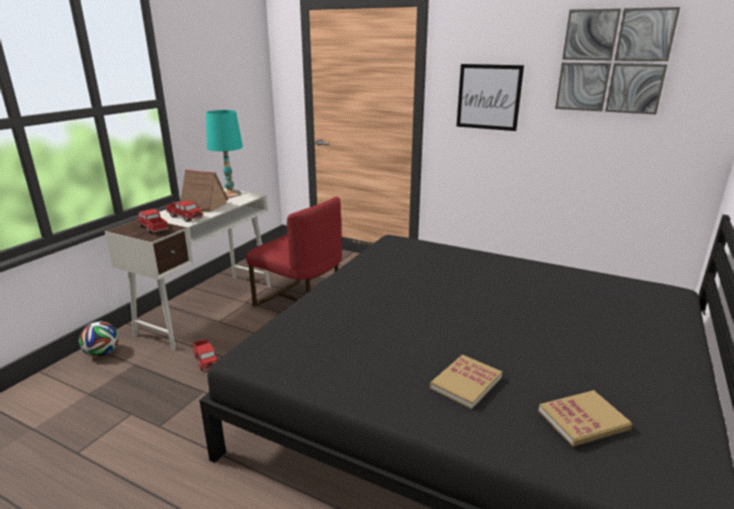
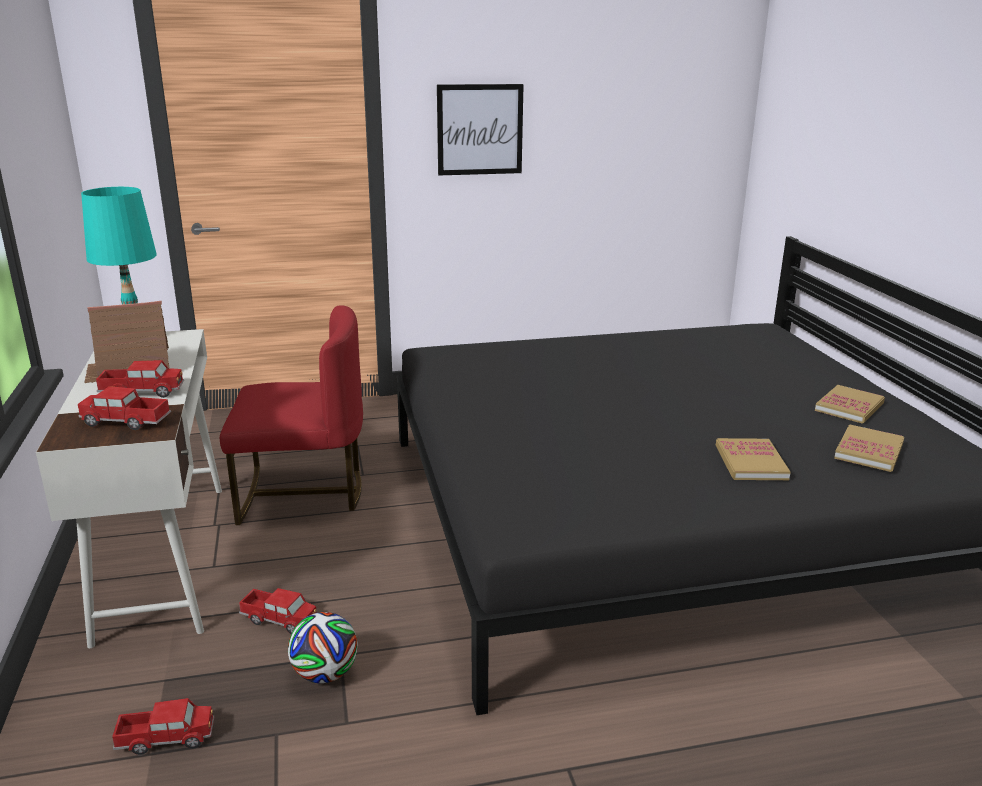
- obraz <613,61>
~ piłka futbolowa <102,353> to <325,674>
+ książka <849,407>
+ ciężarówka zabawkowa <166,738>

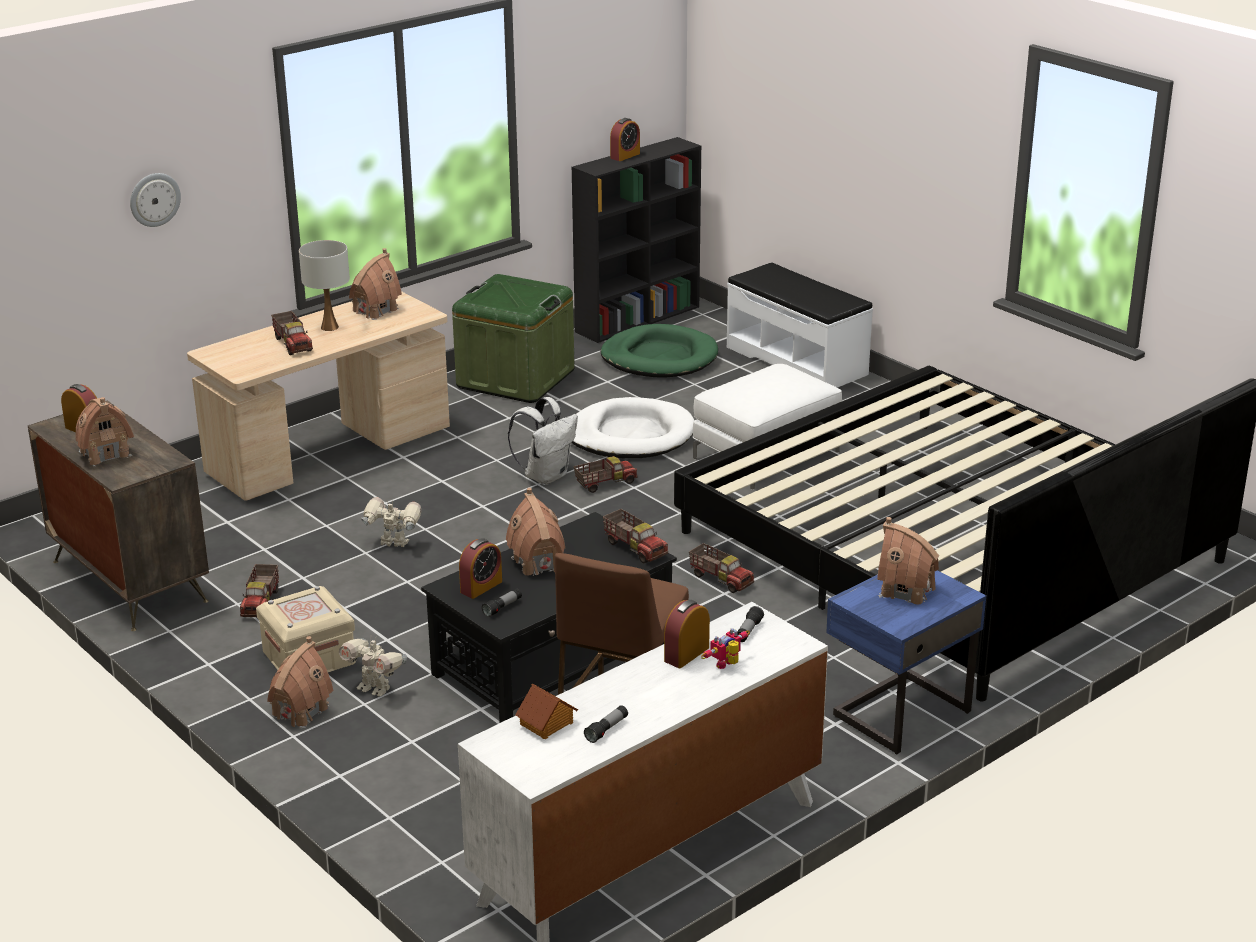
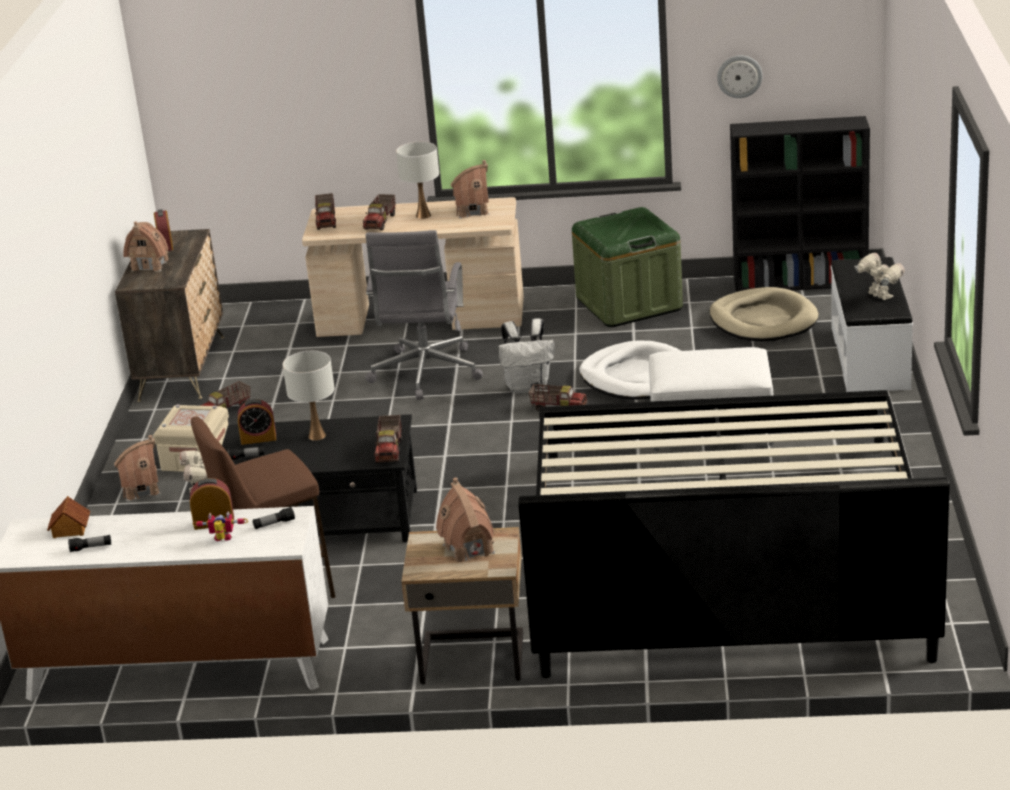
- budzik <625,156>
~ zegar ścienny <154,199> to <739,76>
~ legowisko [zielony] <659,357> to legowisko [beżowy] <763,320>
~ domek <538,563> to lampa stołowa [biały] <316,436>
~ robot zabawkowy <394,544> to <879,296>
~ ciężarówka zabawkowa <721,579> to <327,221>
~ szafka nocna [niebieski] <898,713> to szafka nocna [beżowy] <472,657>
+ krzesło biurowe [szary] <425,374>

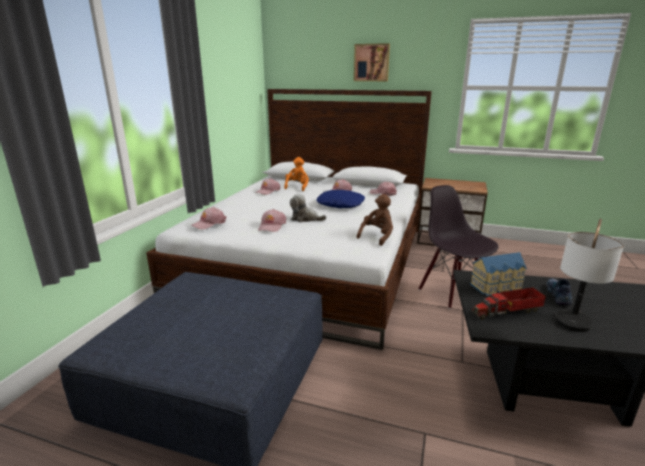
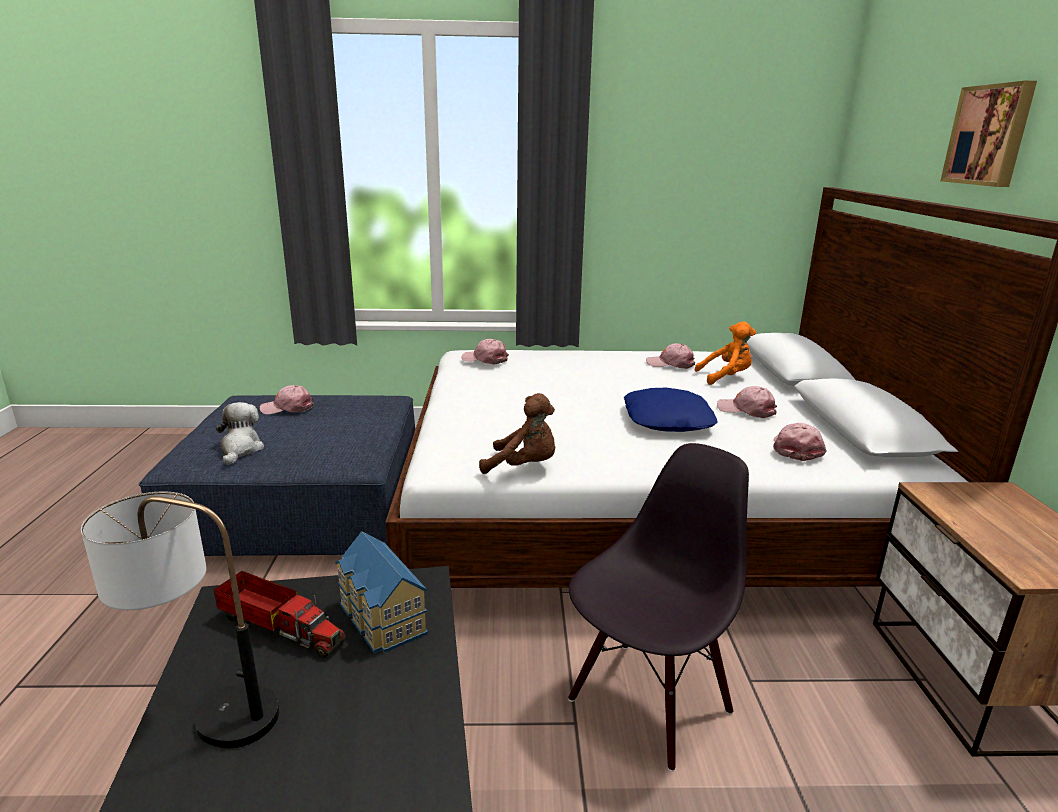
~ pluszak <305,219> to <240,450>
~ czapka z daszkiem [różowy] <272,226> to <287,408>
- but <558,295>
~ ciężarówka zabawkowa <507,311> = <280,627> 150 degrees clockwise

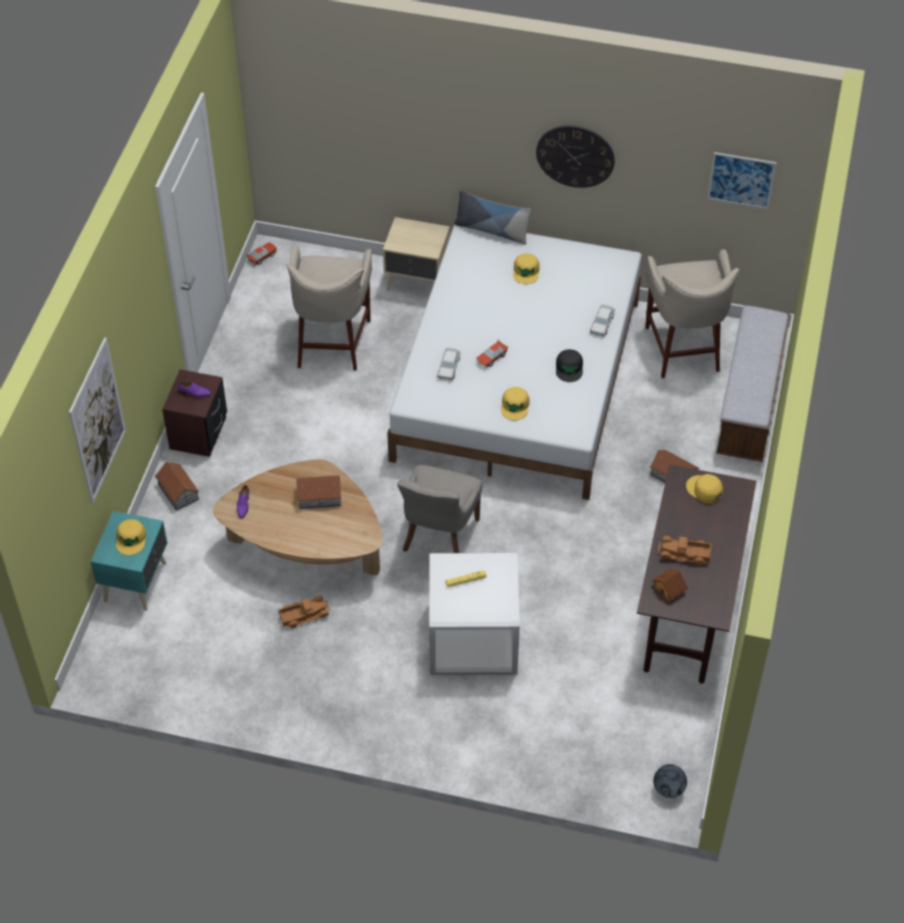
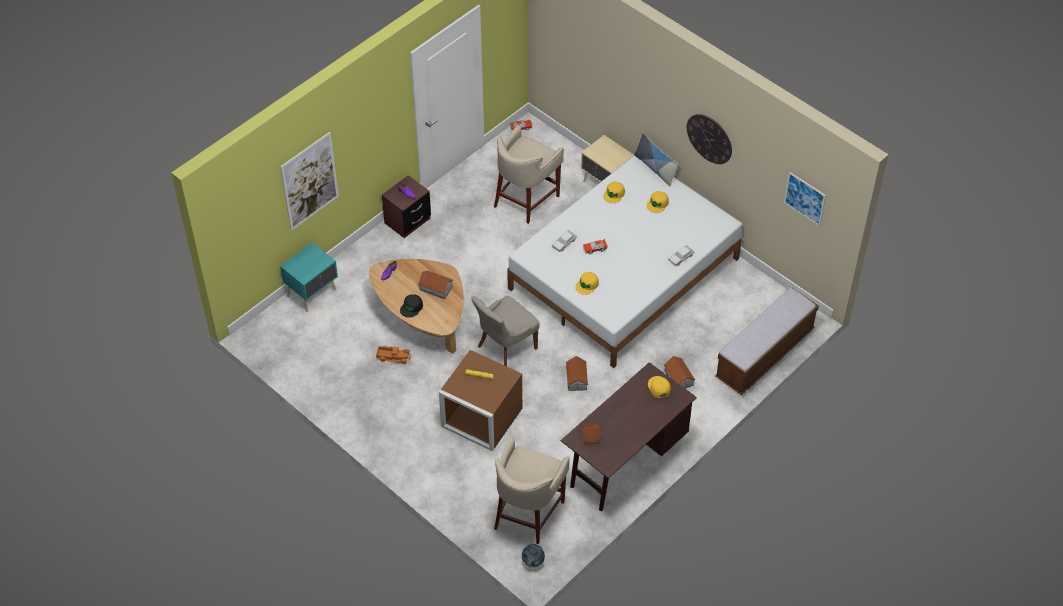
~ stołek [beżowy] <684,347> to <528,513>
~ czapka z daszkiem [czarny] <569,368> to <411,307>
~ domek <178,492> to <576,379>
~ czapka z daszkiem [żółty] <131,539> to <614,194>
- ciężarówka zabawkowa <684,554>
~ pojemnik do przechowywania [biały] <471,639> to pojemnik do przechowywania [brązowy] <480,417>

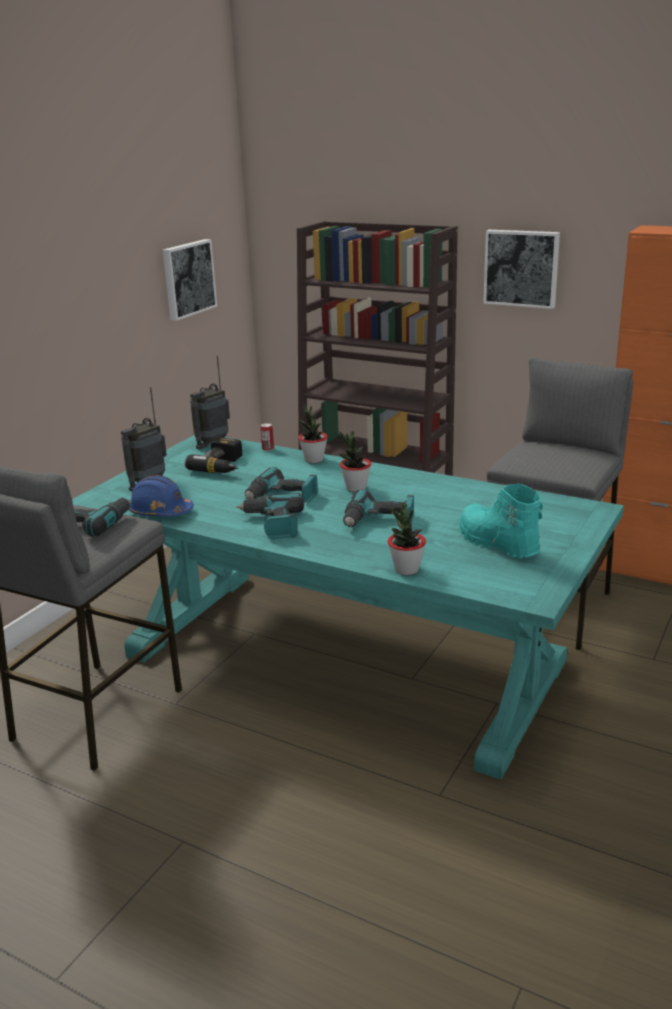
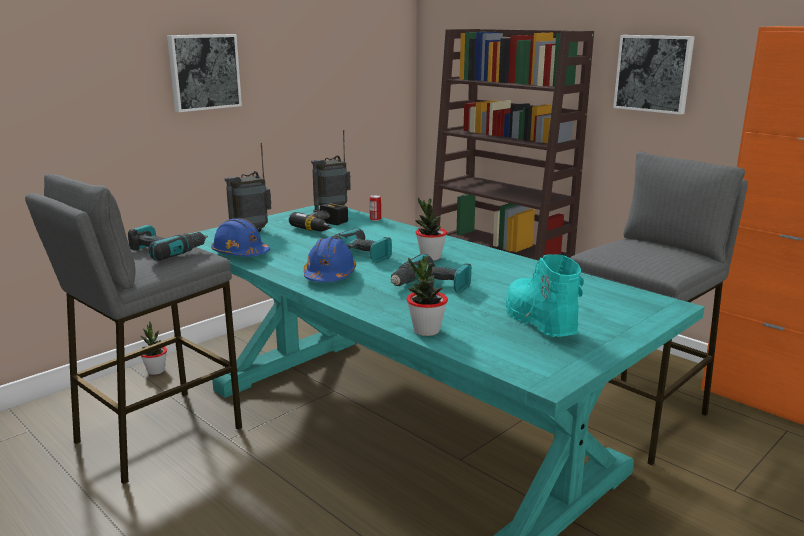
~ obraz <187,279> to <203,72>
~ roślina doniczkowa <313,460> to <156,371>
~ wiertarka <273,524> to kask [niebieski] <329,276>

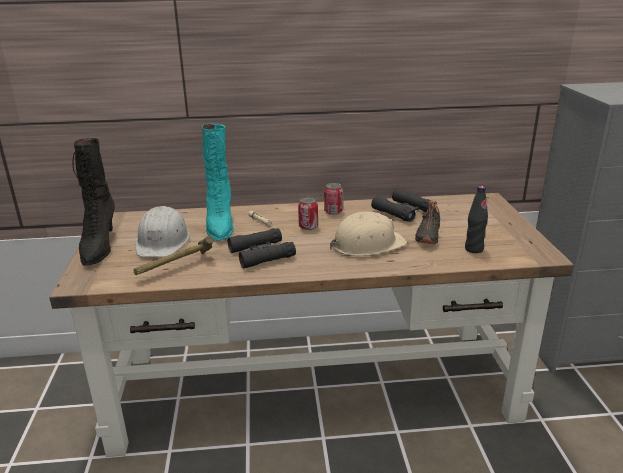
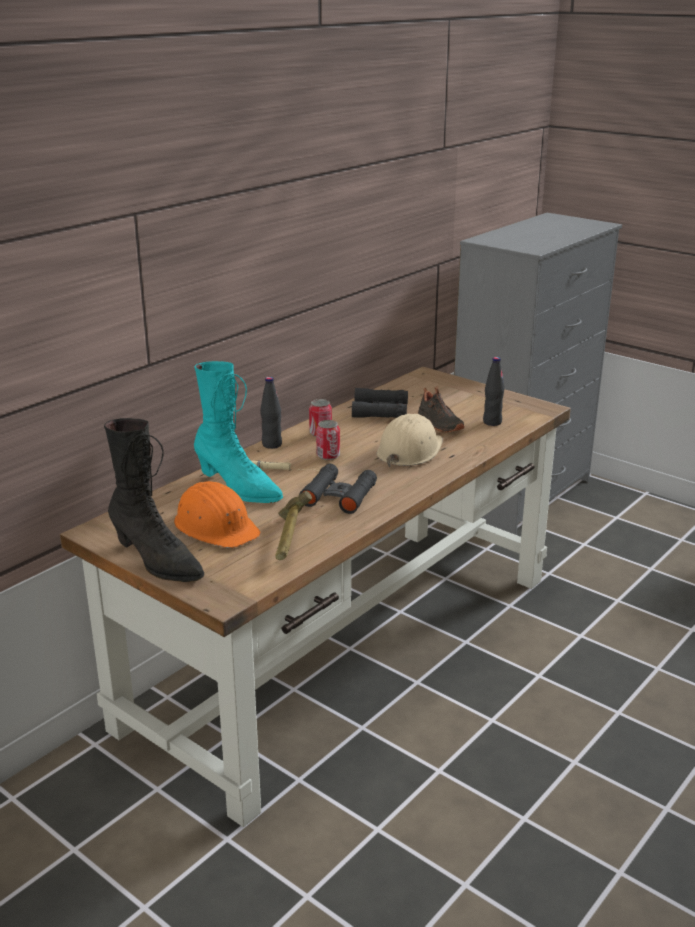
~ kask [biały] <163,241> to kask [pomarańczowy] <216,526>
+ butelka [czarny] <272,444>

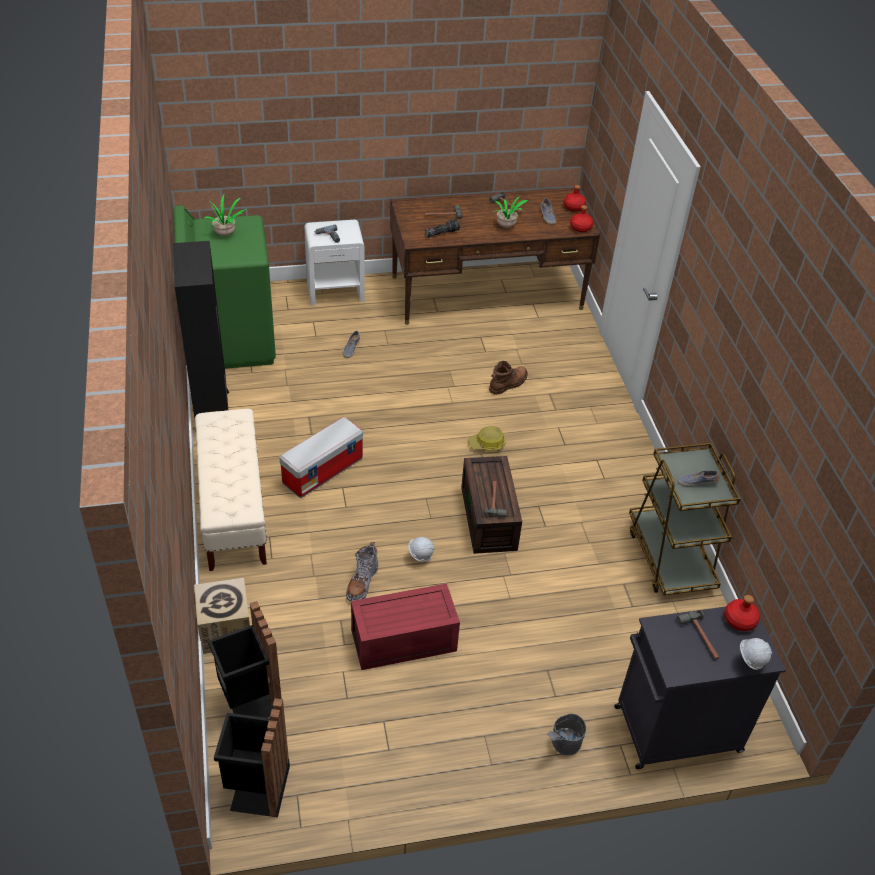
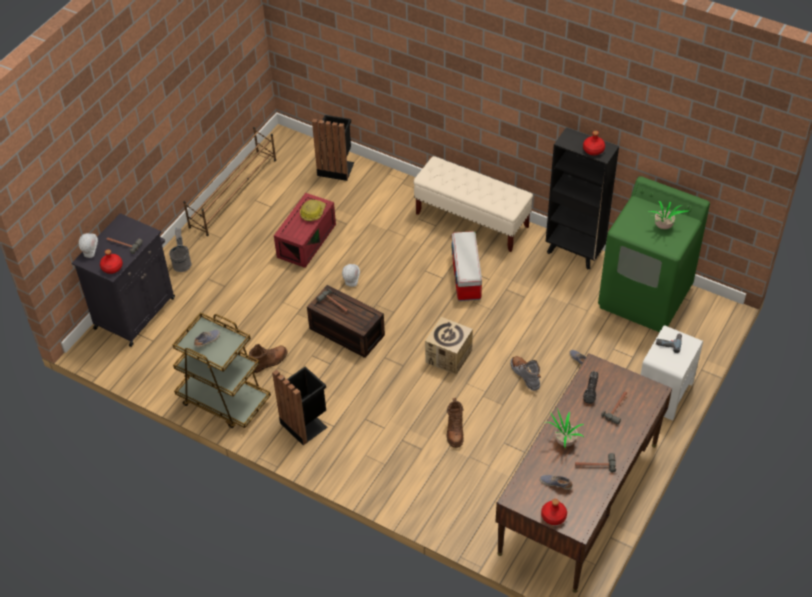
~ butelka [czerwony] <580,228> to <593,149>
~ kask <487,444> to <312,213>
~ but z cholewką [szary] <362,582> to <525,375>
~ karton <225,629> to <448,356>
~ kosz na śmieci [czarny] <256,788> to <305,423>
+ regał na buty [brązowy] <234,193>
+ but z cholewką [brązowy] <268,362>

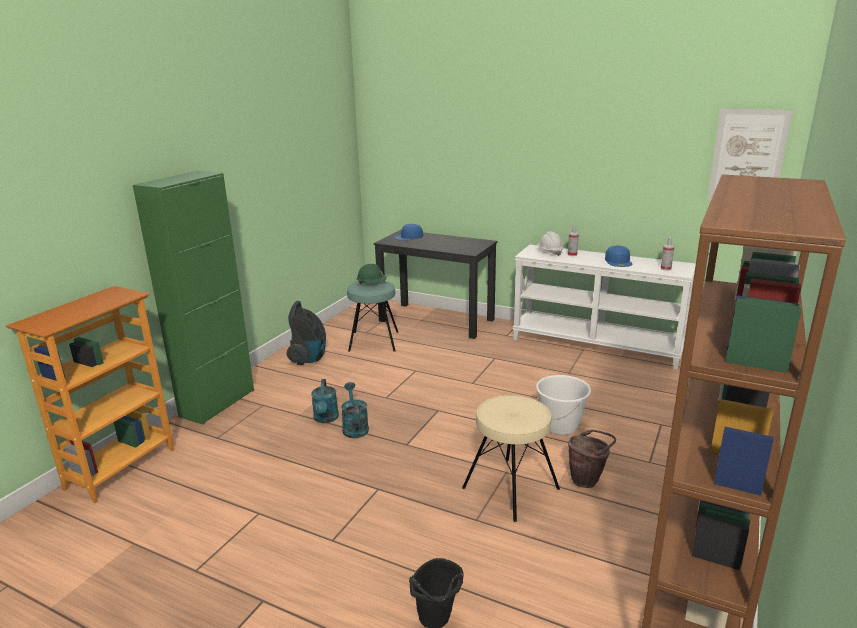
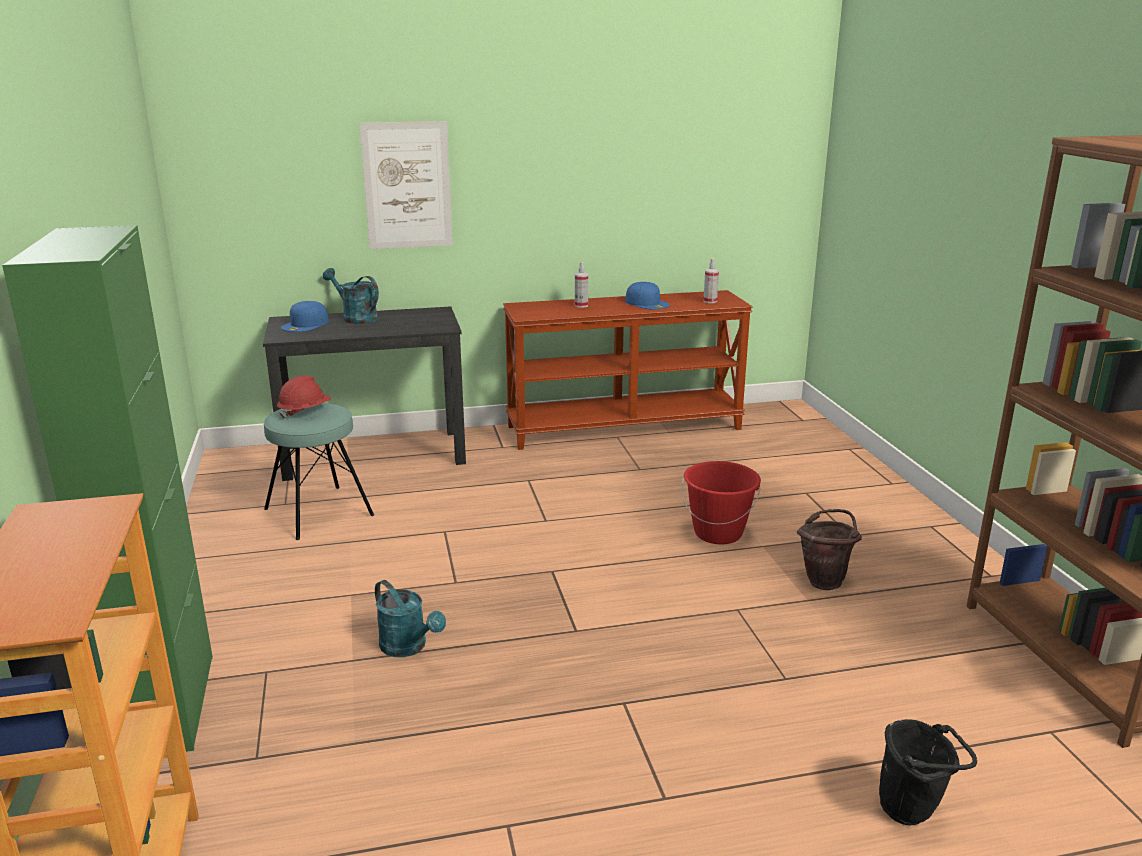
~ obraz <747,156> to <407,185>
- kask [biały] <549,252>
~ stolik konsolowy [biały] <596,345> to stolik konsolowy [brązowy] <624,427>
~ kask [zielony] <372,284> to kask [czerwony] <304,411>
- odkurzacz <309,358>
~ wiadro [biały] <560,426> to wiadro [czerwony] <718,533>
~ konewka [turkusowy] <354,427> to <355,318>
- stołek [beżowy] <510,488>

